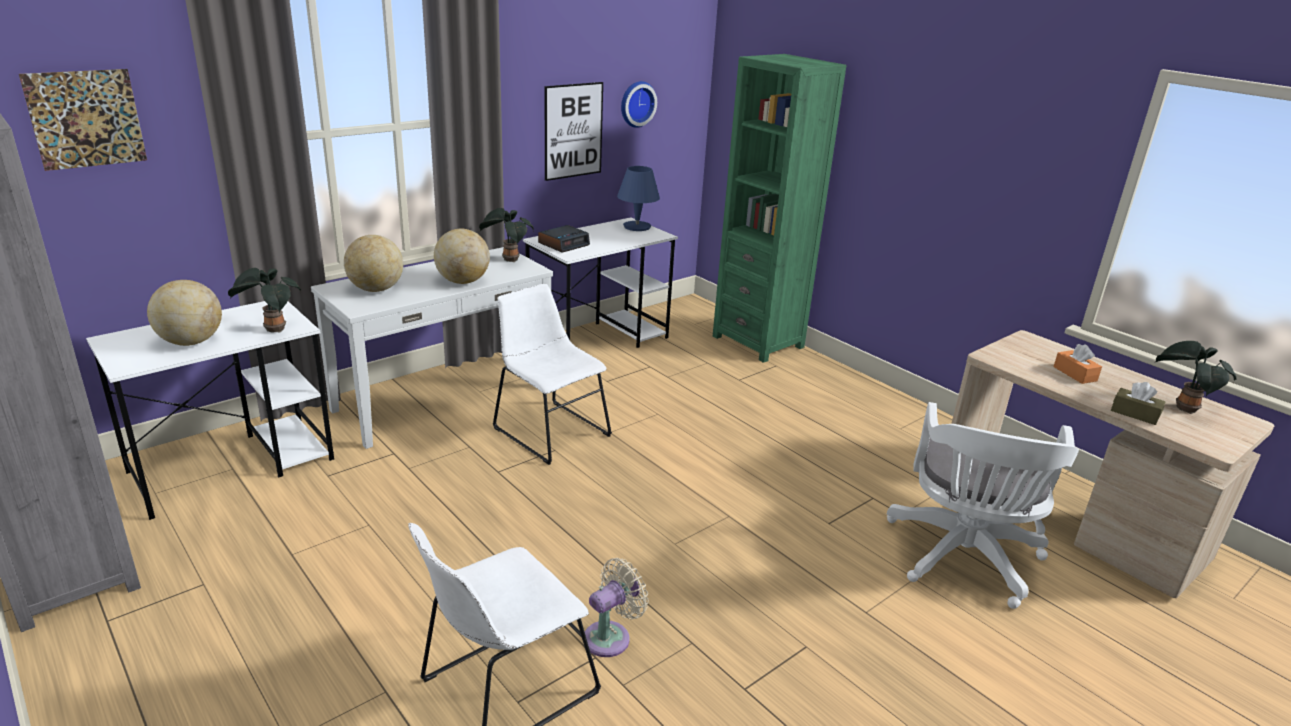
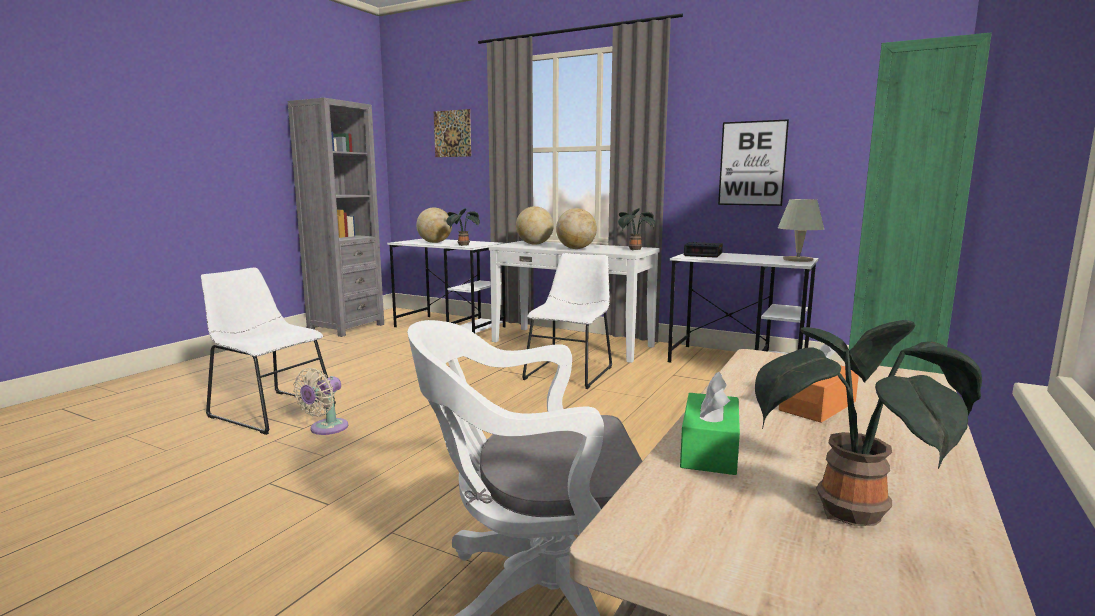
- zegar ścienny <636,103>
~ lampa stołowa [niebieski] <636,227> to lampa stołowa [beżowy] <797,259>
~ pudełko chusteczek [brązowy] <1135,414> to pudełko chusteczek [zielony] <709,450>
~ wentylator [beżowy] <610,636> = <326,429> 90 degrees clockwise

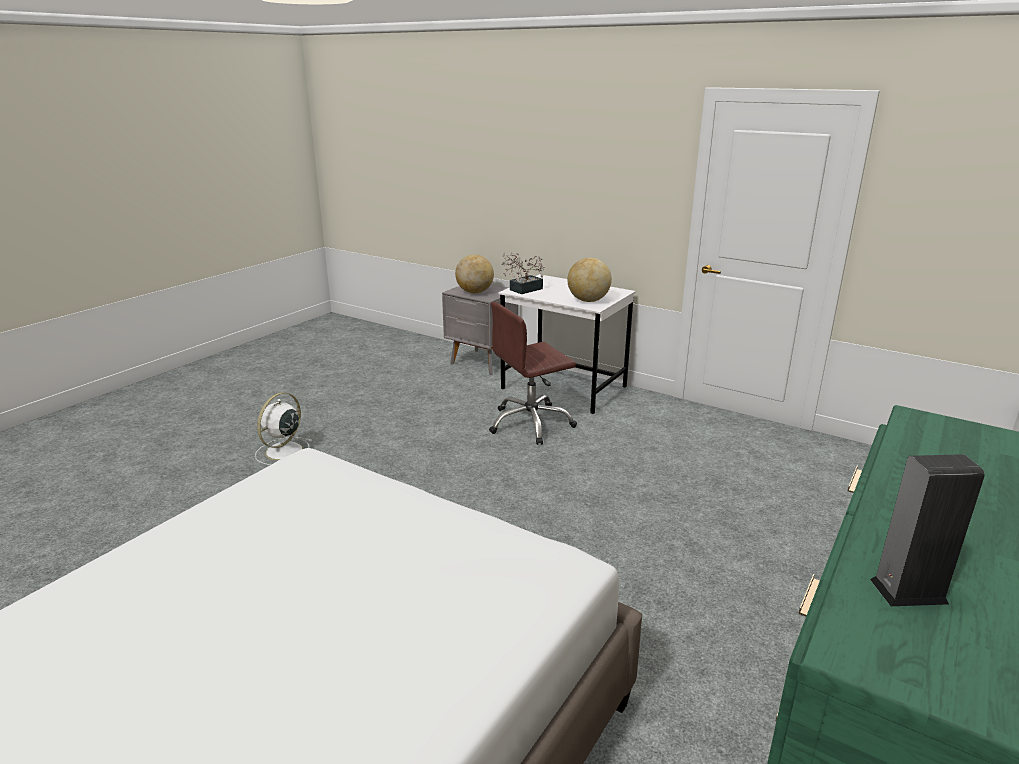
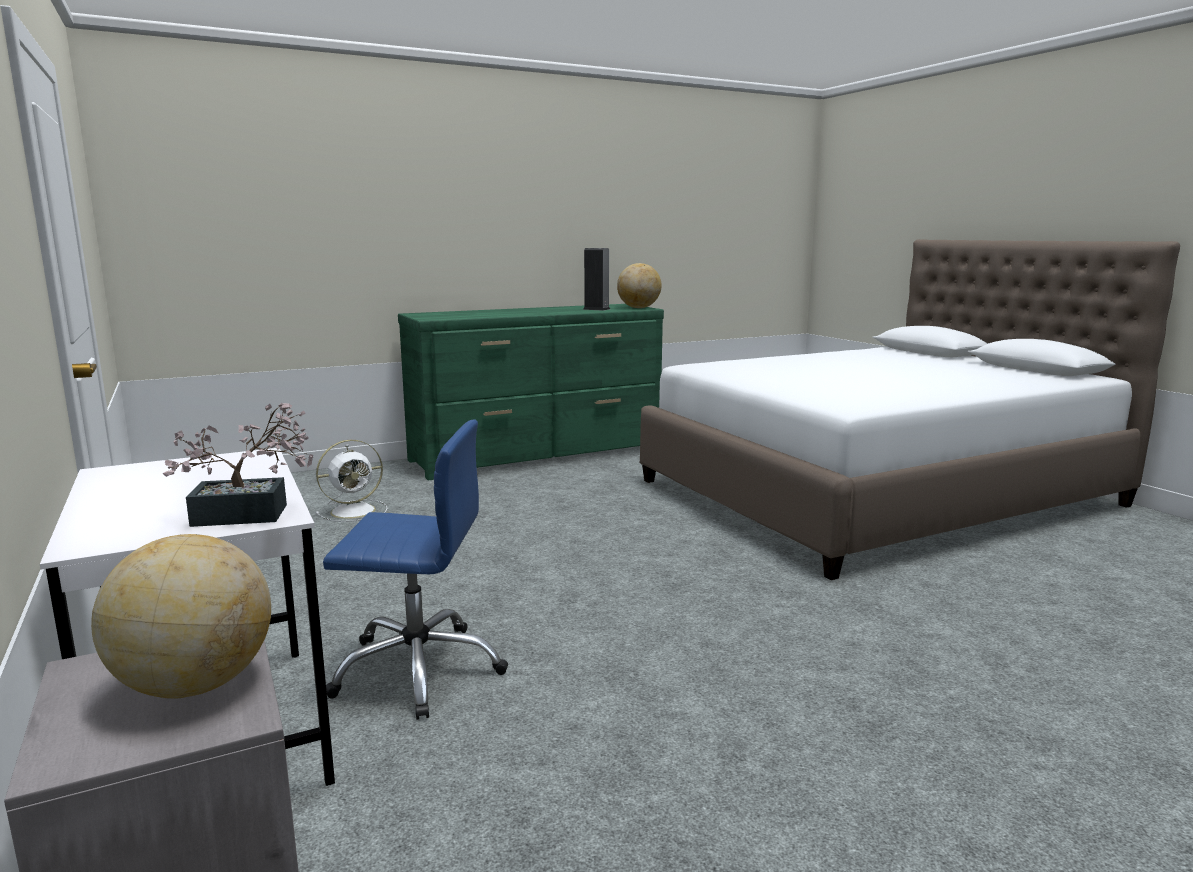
~ globus <588,300> to <639,308>
~ krzesło biurowe [brązowy] <531,424> to krzesło biurowe [niebieski] <418,669>
~ wentylator [biały] <283,452> to <355,511>

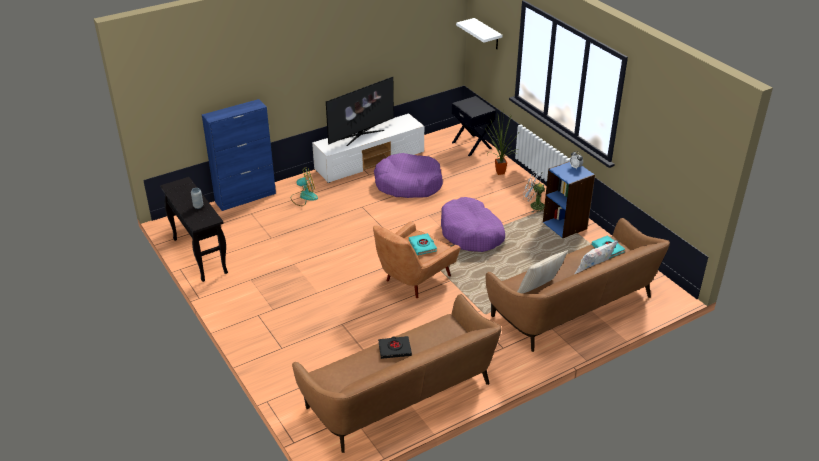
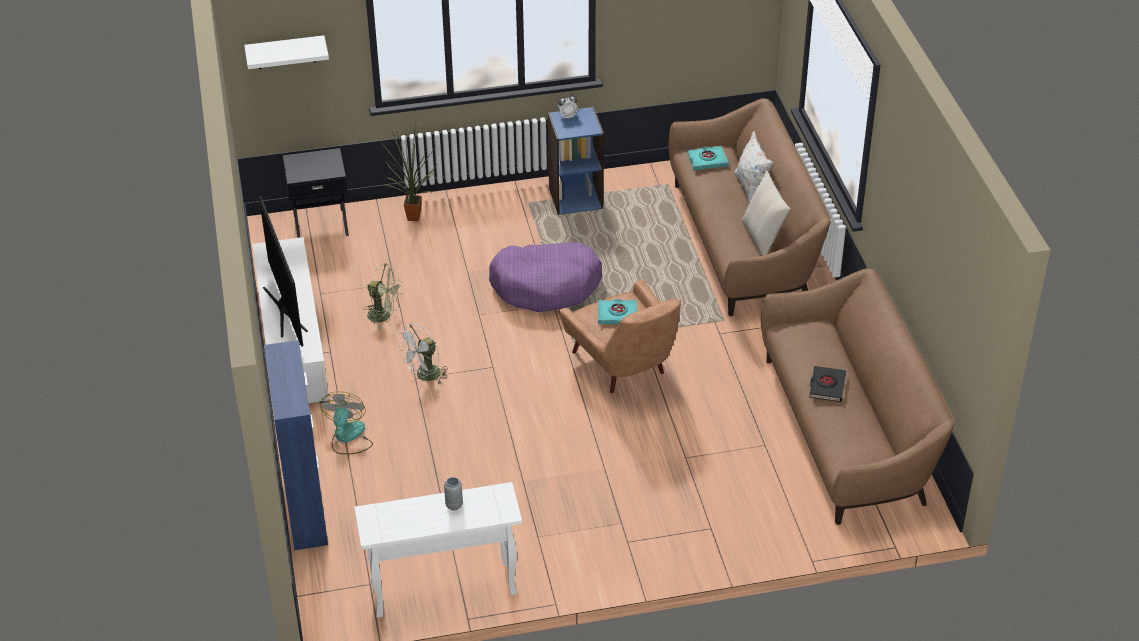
~ legowisko [fioletowy] <408,184> to wentylator [zielony] <384,315>
~ wentylator [biały] <533,206> to <425,376>
~ stolik konsolowy [czarny] <199,255> to stolik konsolowy [biały] <442,590>

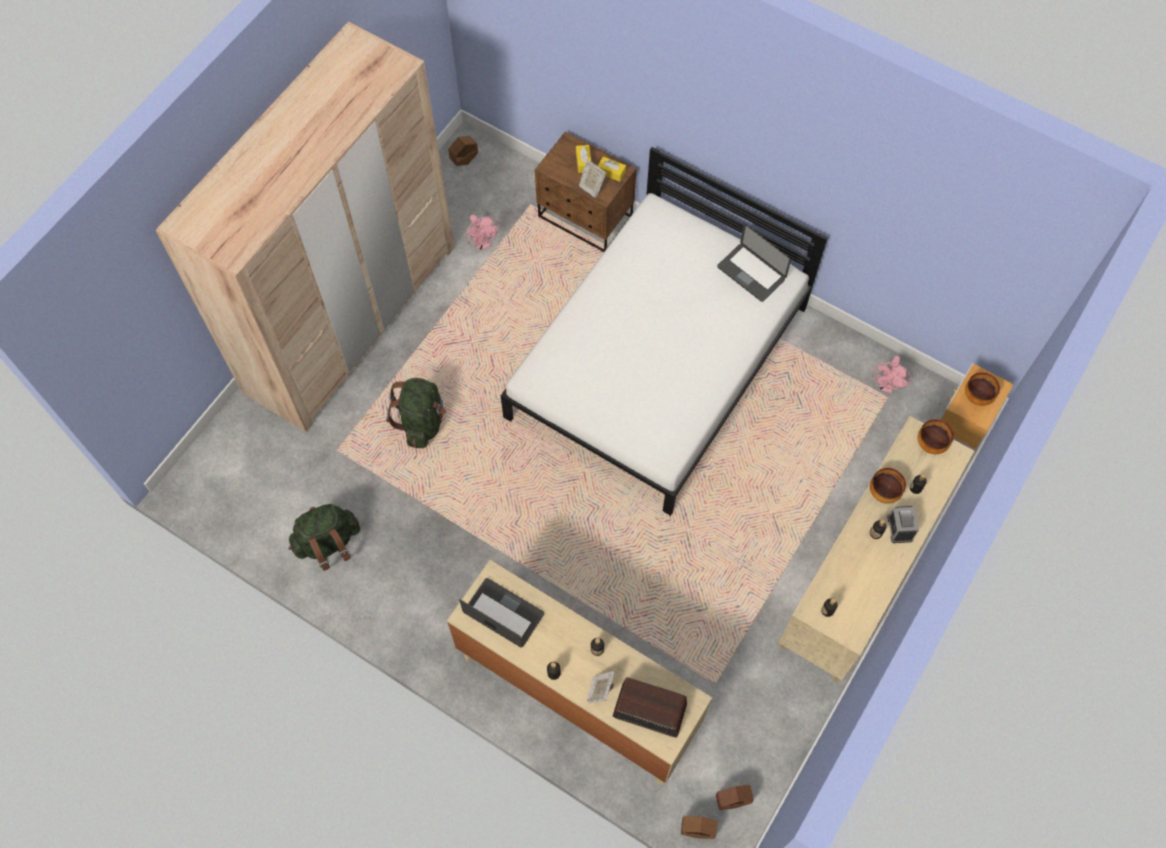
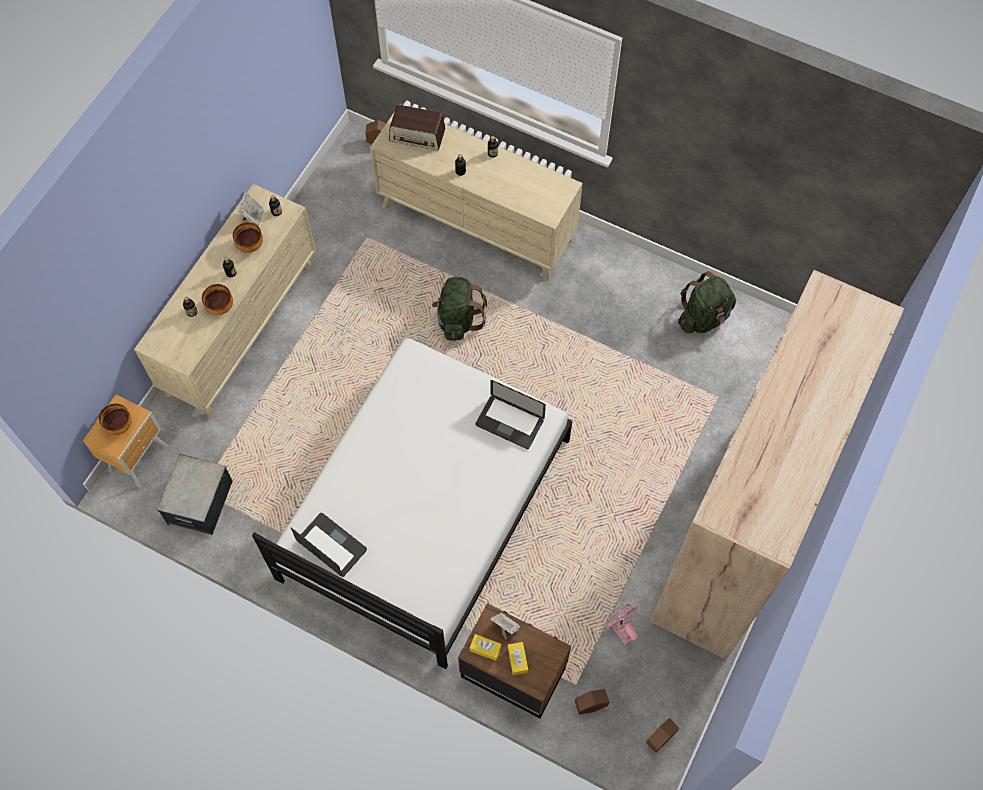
~ wentylator [różowy] <886,386> to pojemnik do przechowywania <199,502>
~ plecak [zielony] <422,421> to <458,319>
~ miska <931,444> to <250,245>
- budzik <900,528>
~ laptop <503,613> to <509,422>
~ ramka na zdjęcie <600,691> to <253,217>
~ donica [brązowy] <732,800> to <590,705>

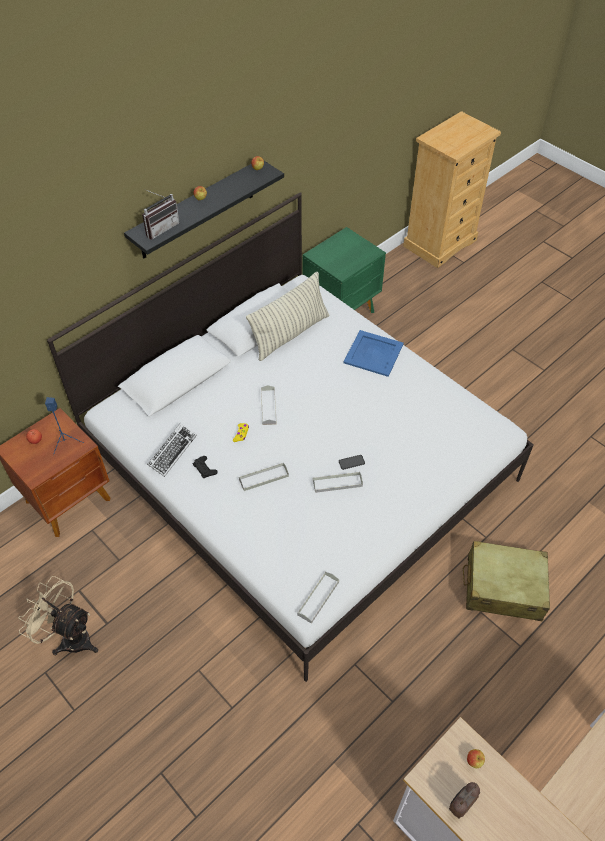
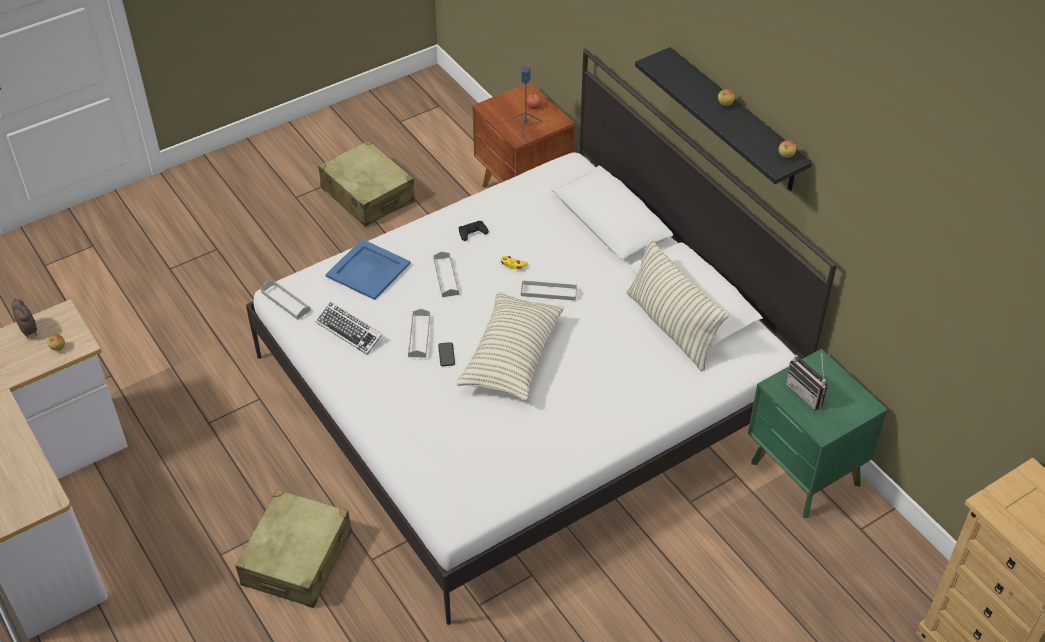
~ radio <160,228> to <808,393>
~ taca [niebieski] <373,354> to <367,270>
~ klawiatura <172,451> to <349,331>
~ wentylator [beżowy] <70,637> to walizka [beżowy] <367,194>
+ poduszka <511,357>

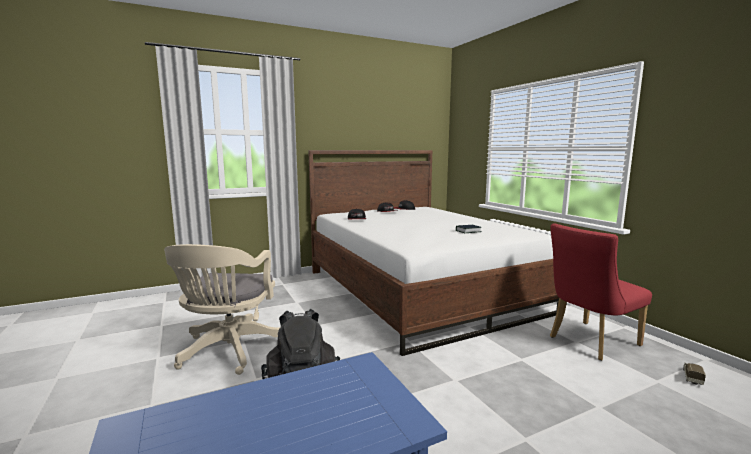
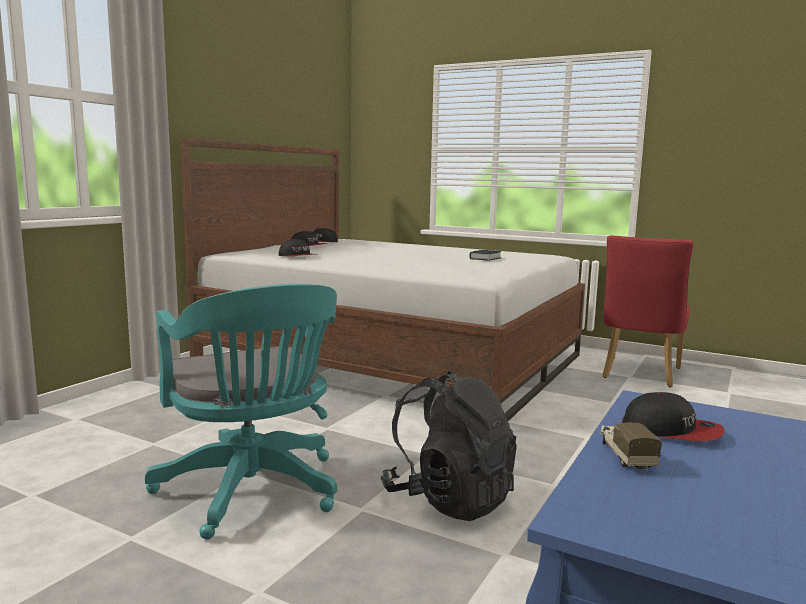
~ krzesło biurowe [beżowy] <228,352> to krzesło biurowe [turkusowy] <253,493>
~ ciężarówka zabawkowa <692,377> to <625,455>
+ czapka z daszkiem <671,431>

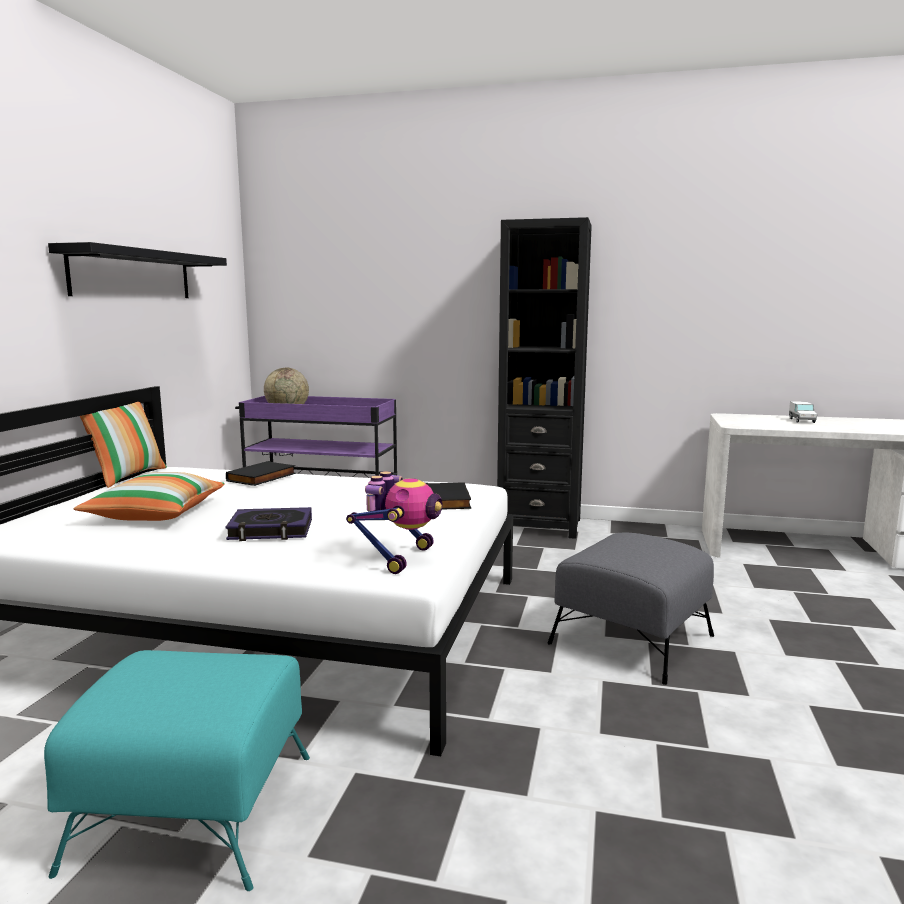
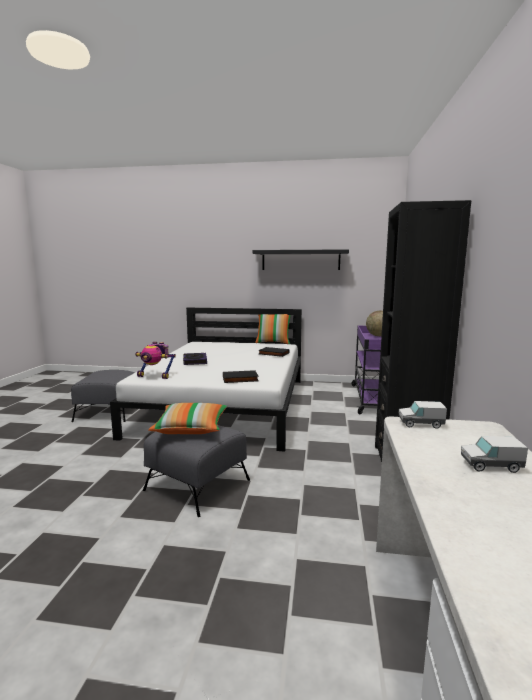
~ poduszka <155,514> to <191,428>
~ pufa [turkusowy] <195,811> to pufa [szary] <107,412>
+ ciężarówka zabawkowa <420,424>

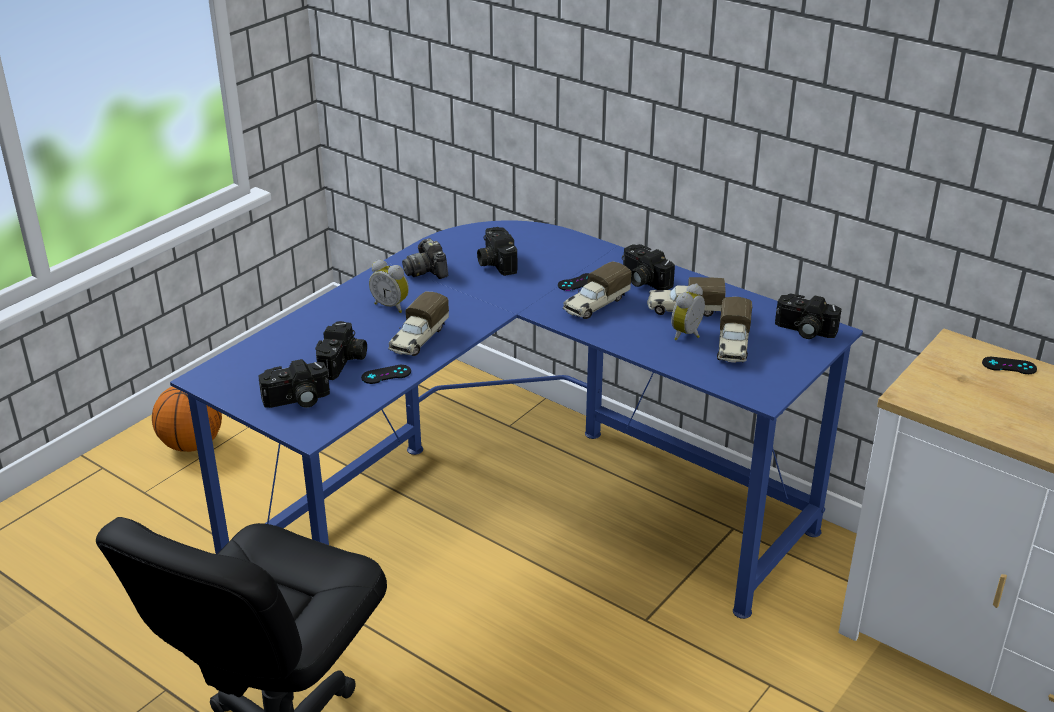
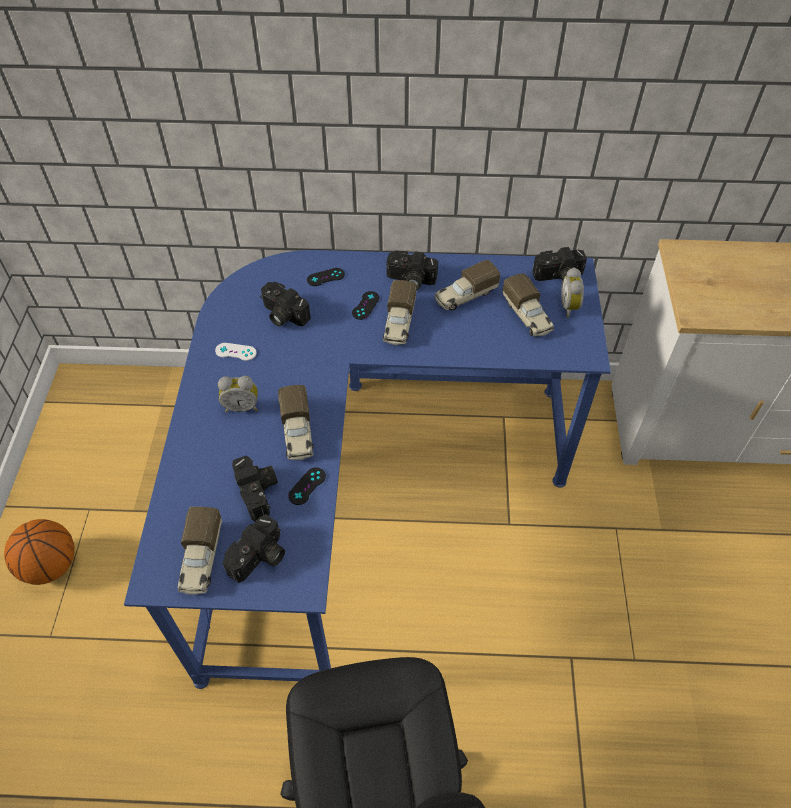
~ aparat fotograficzny <427,271> to pad do gier [biały] <235,352>
~ budzik <688,335> to <570,307>
~ pad do gier [czarny] <1009,366> to <325,277>
+ ciężarówka zabawkowa <201,559>

